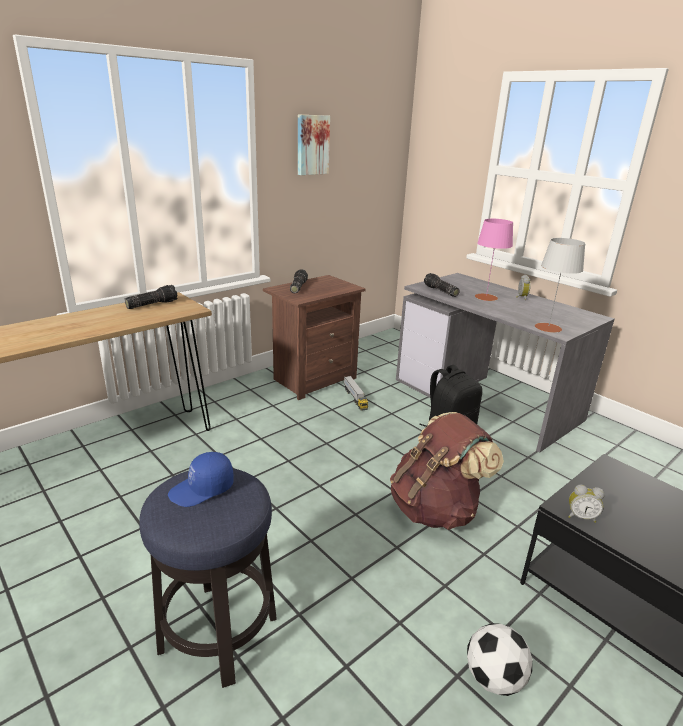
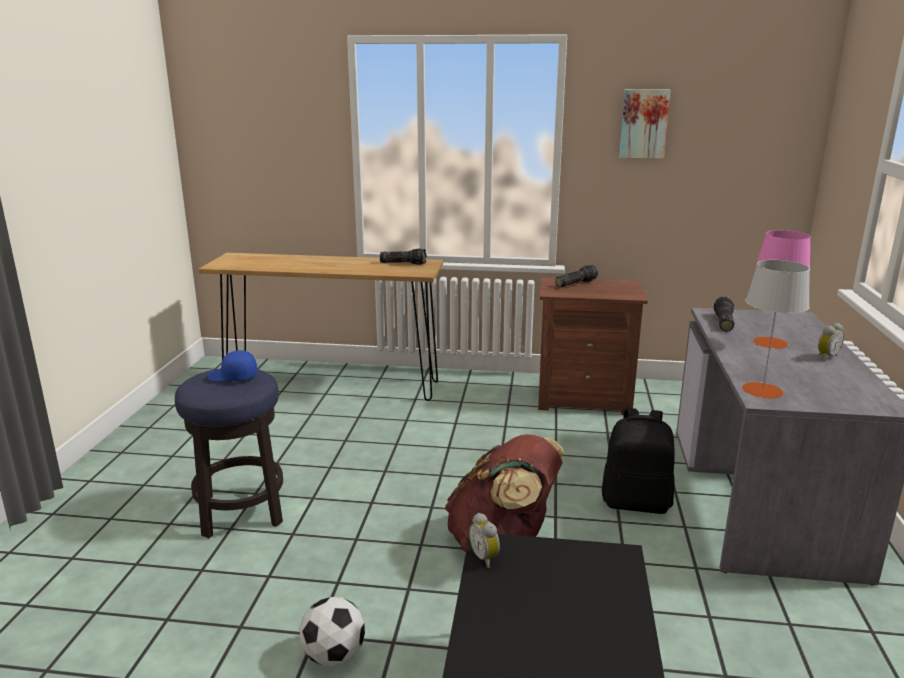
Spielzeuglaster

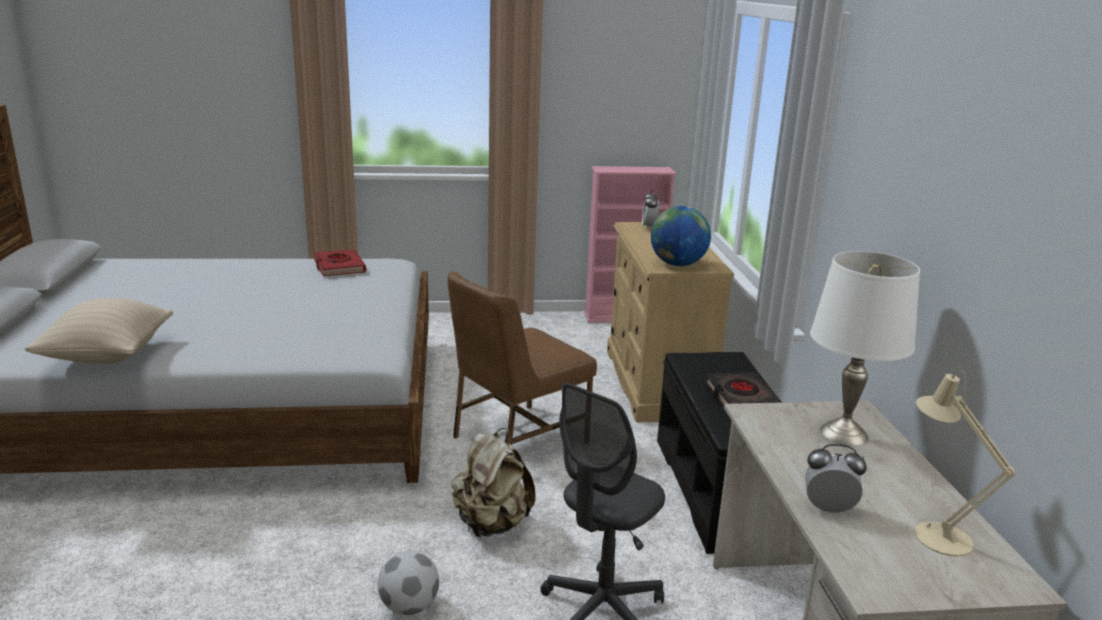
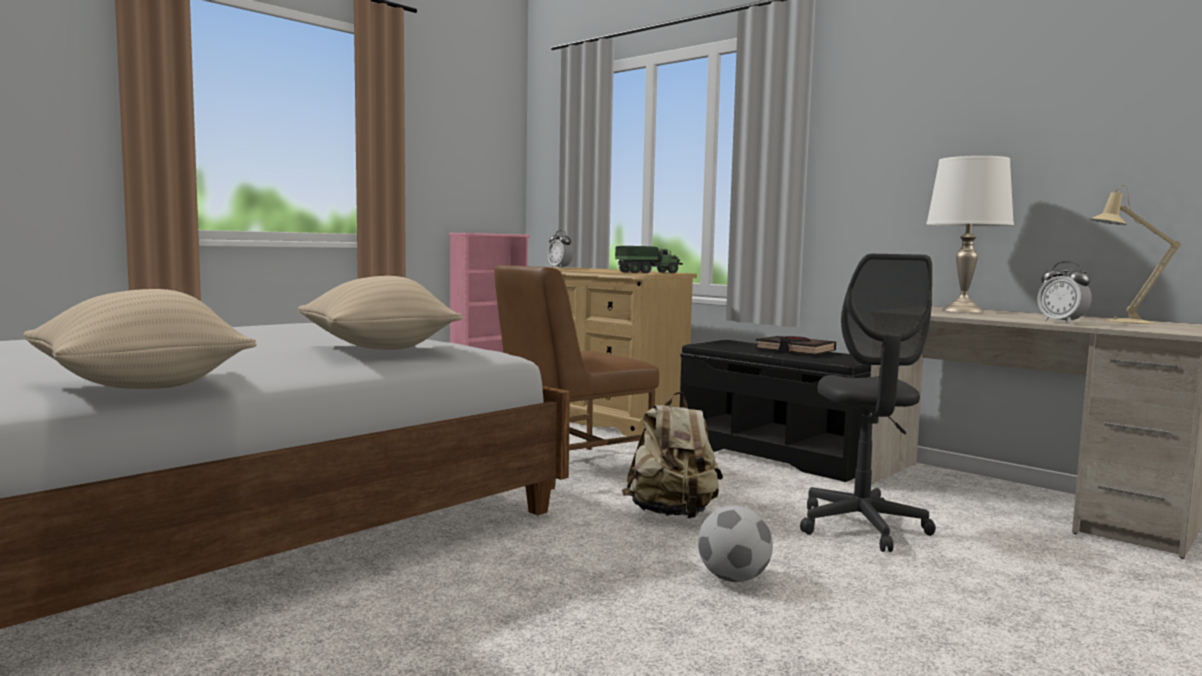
Spielzeuglaster; Buch (rot); Stuhl (braun); Wecker (2nd from left); Kissen (beige) (2nd from left)

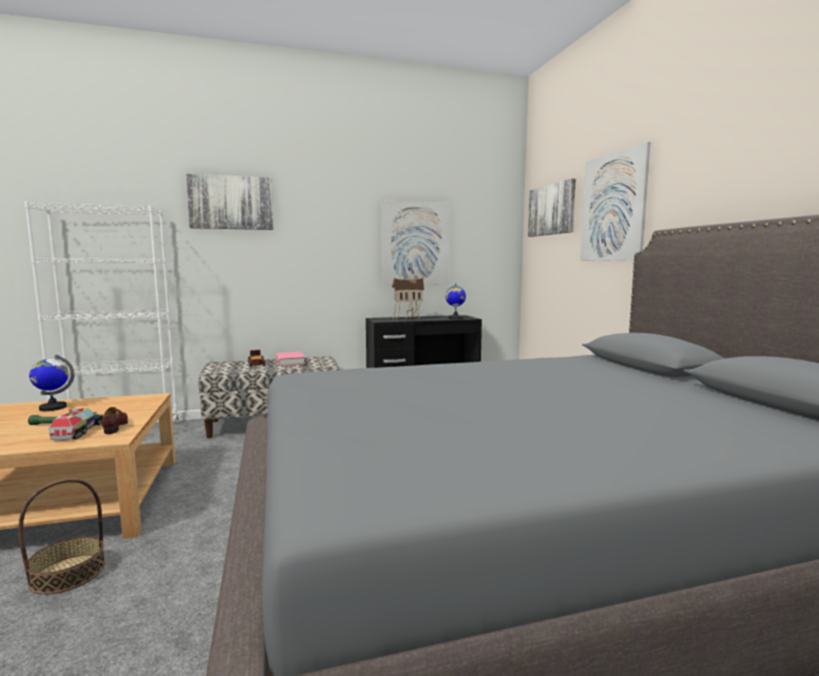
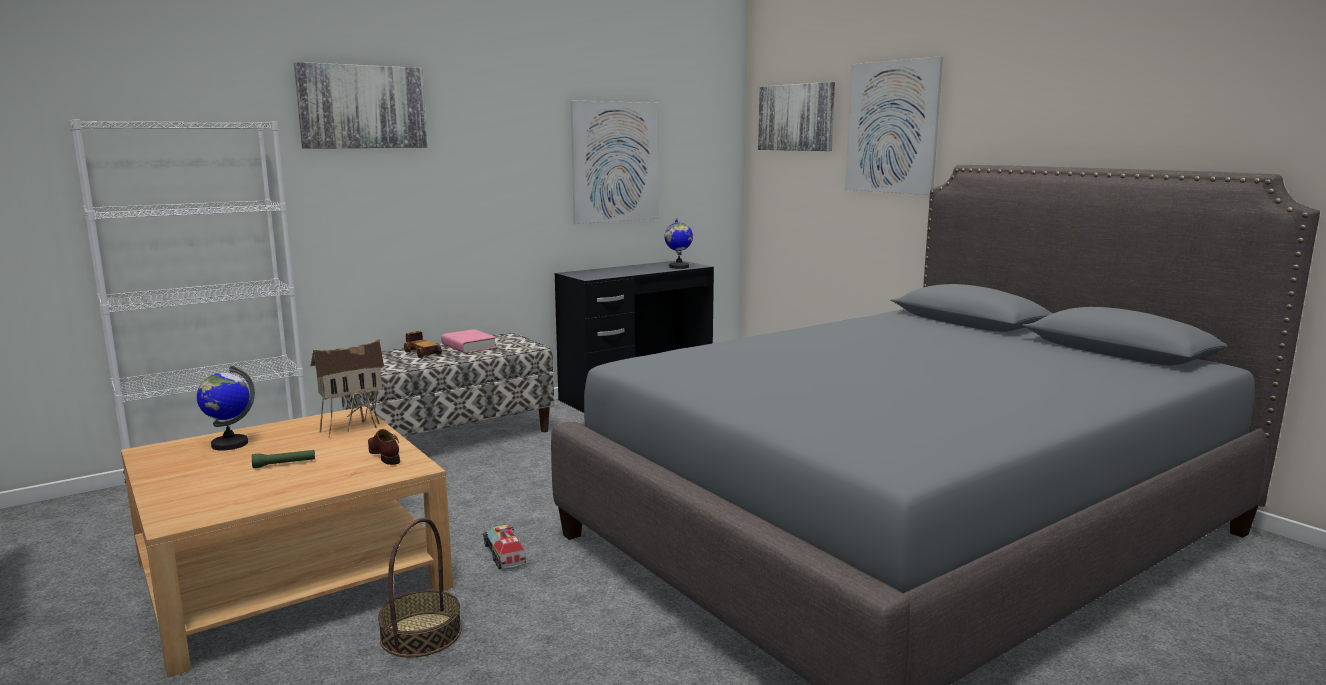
Spielzeughaus; Spielzeuglaster

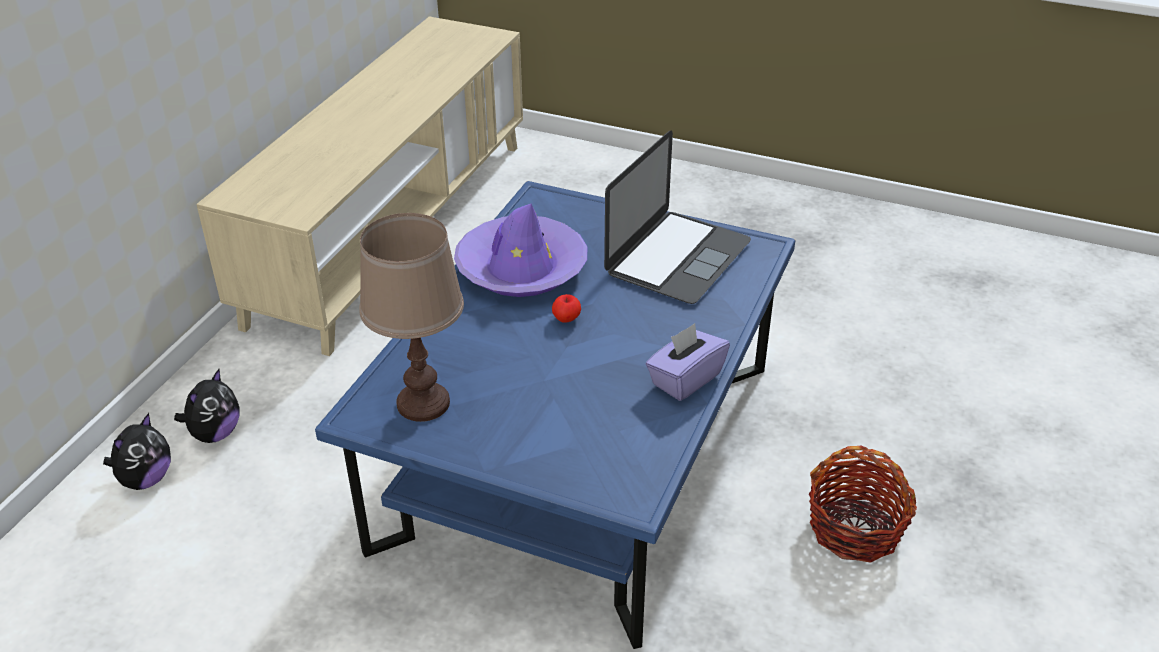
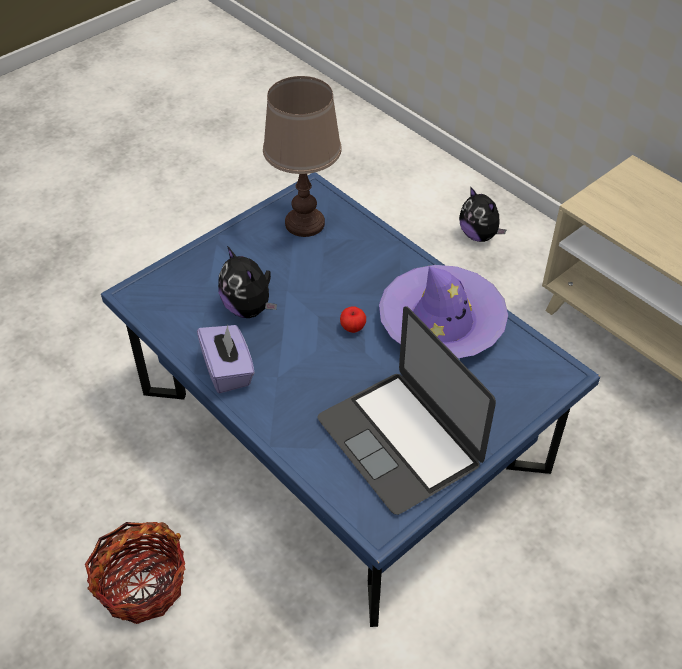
Plüschtier (1st from left)

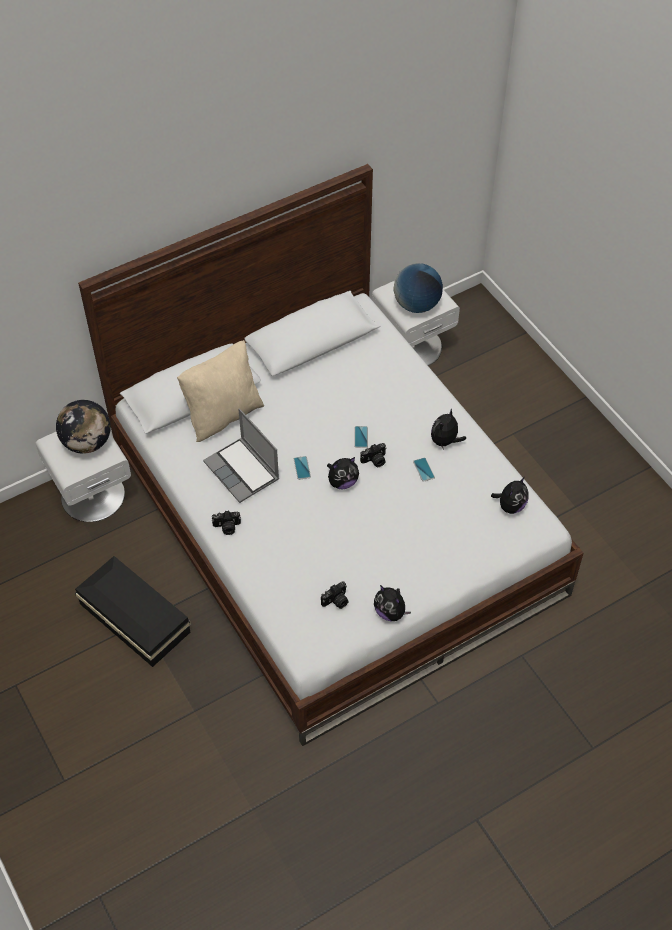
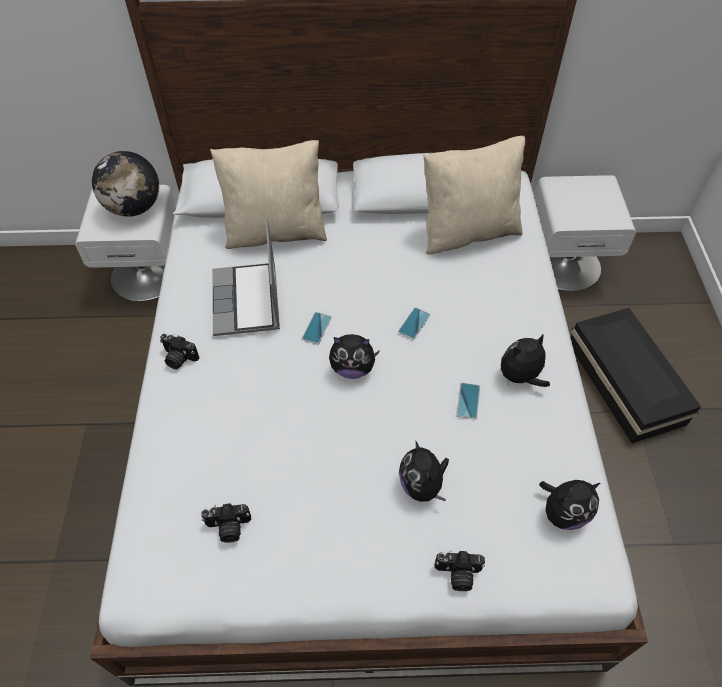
Globus (2nd from left in the first image); Kamera (3rd from left); Aufbewahrungsbox (schwarz); Plüschtier (2nd from left); Kissen (beige) (2nd from left)

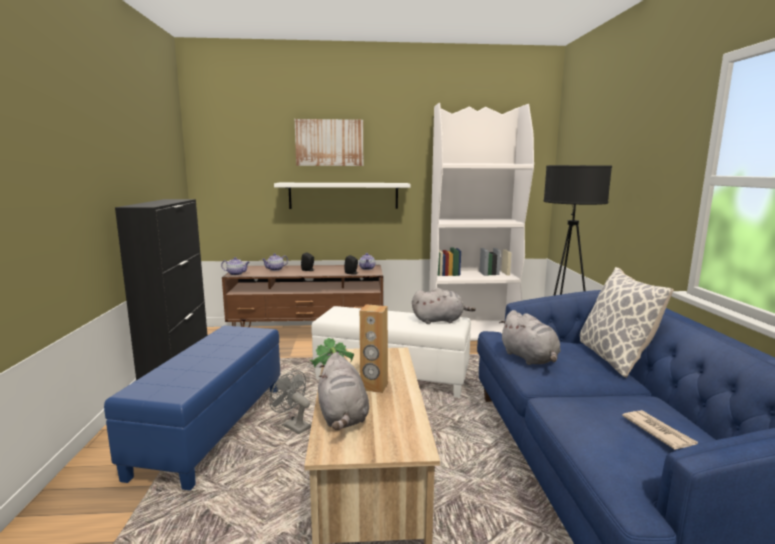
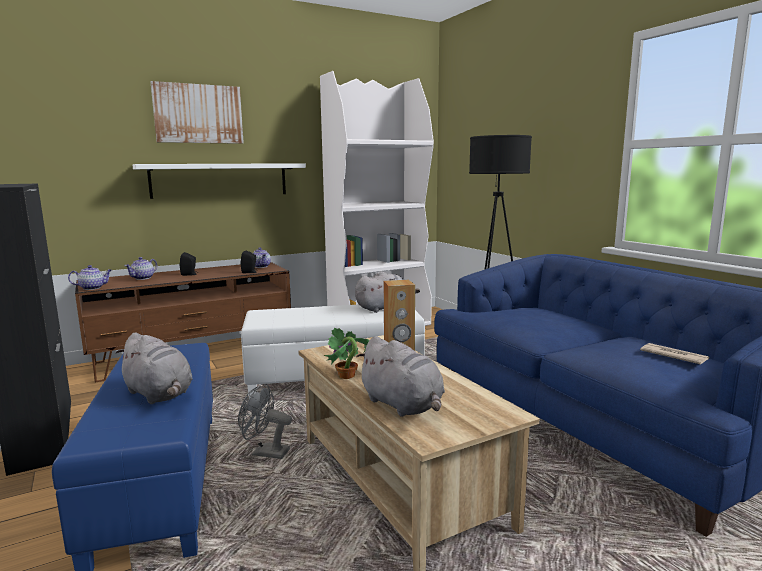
Kissen; Plüschtier (grau) (1st from left)

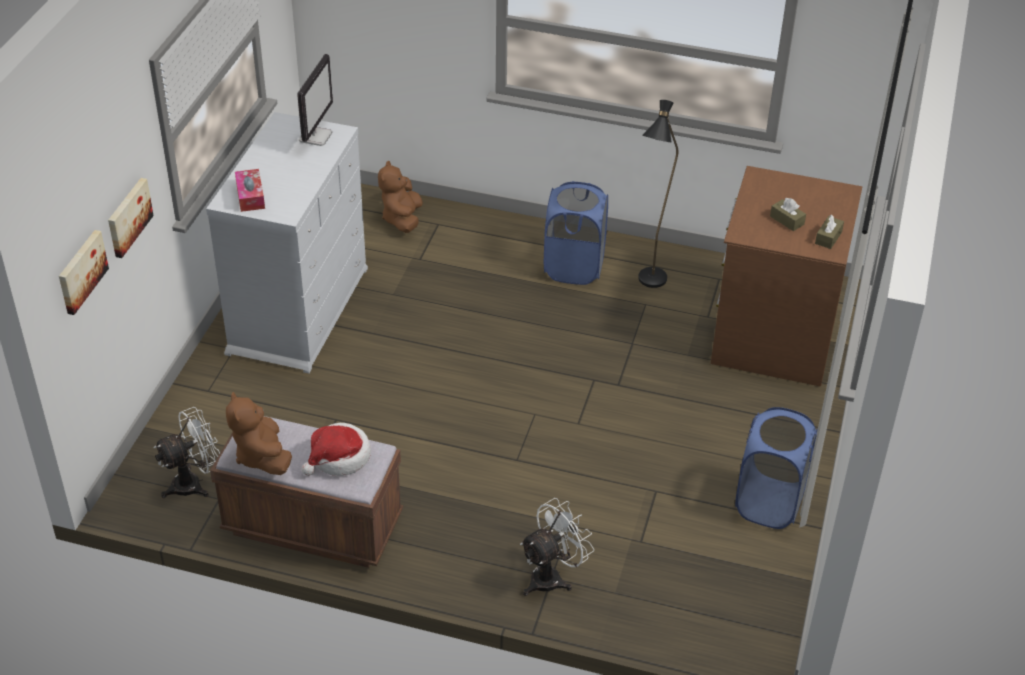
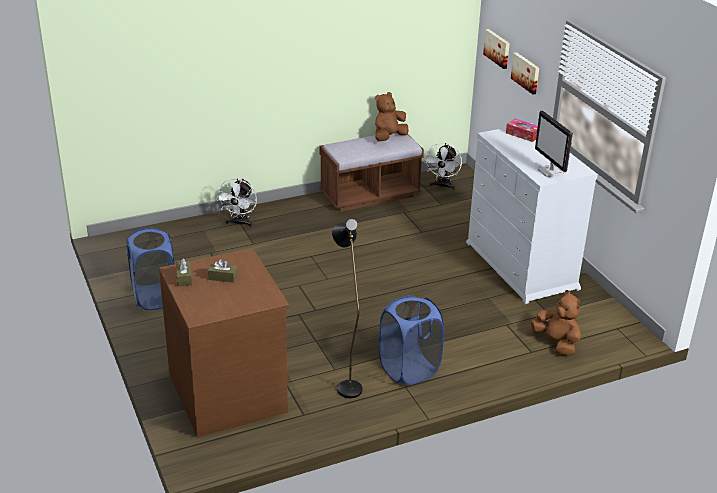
Plüschtier (braun) (1st from left); Hut

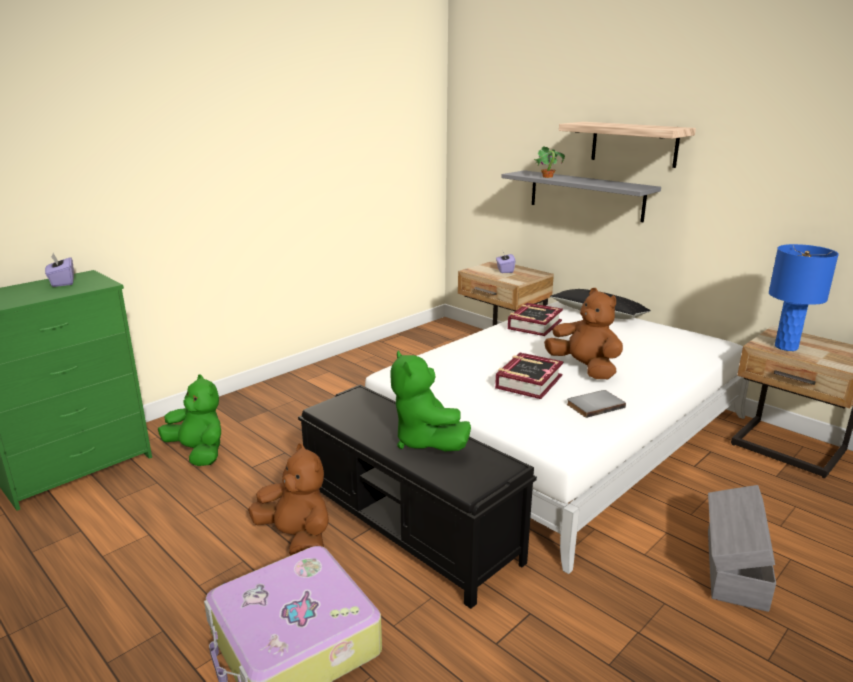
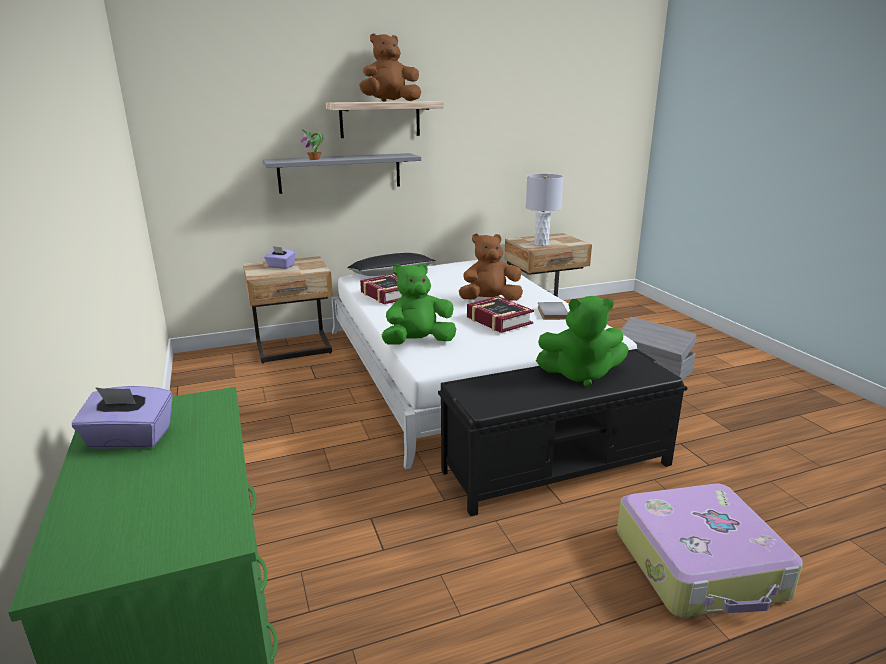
Tischlampe (grau); Plüschtier (grün) (1st from left); Plüschtier (braun) (1st from left)

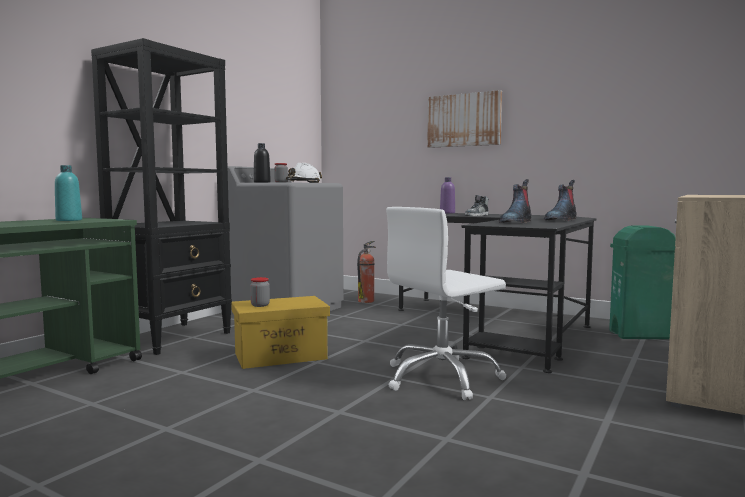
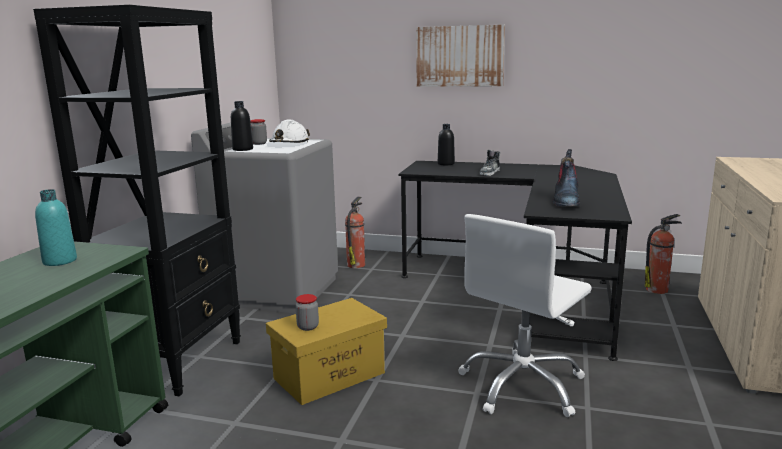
Flasche (schwarz) (2nd from left); Stiefel (2nd from left in the first image); Feuerlöscher (2nd from left)

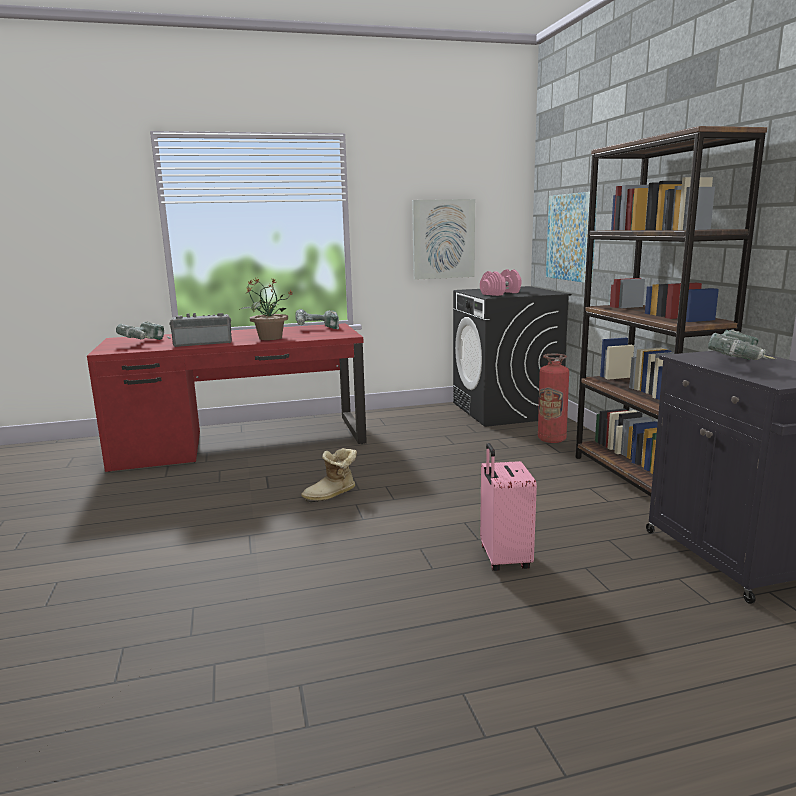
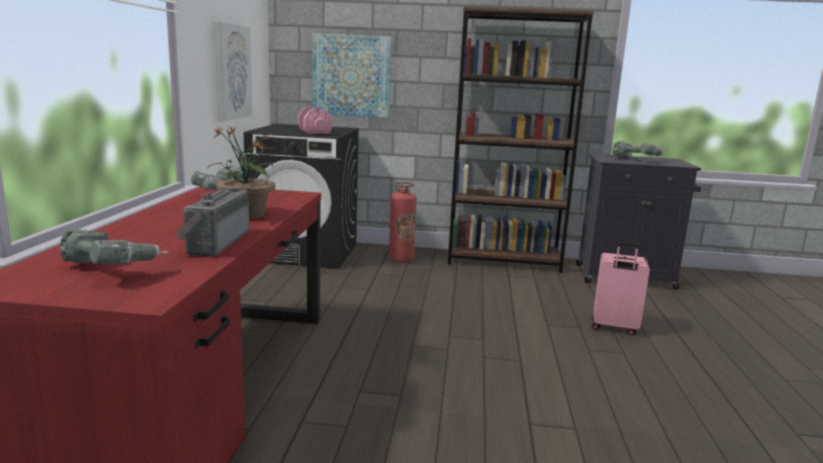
Stiefel

